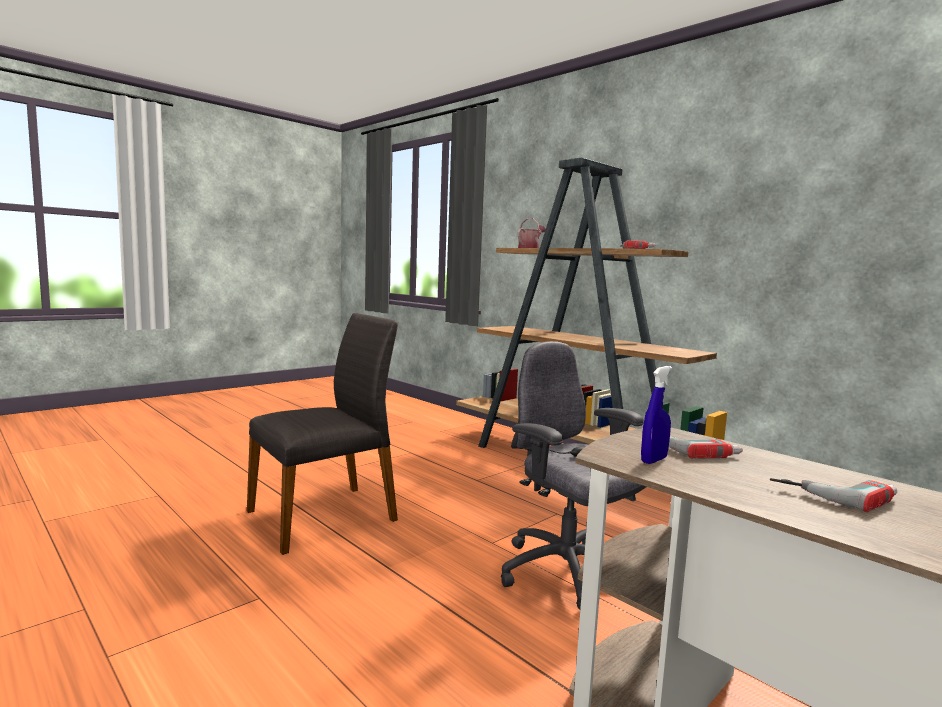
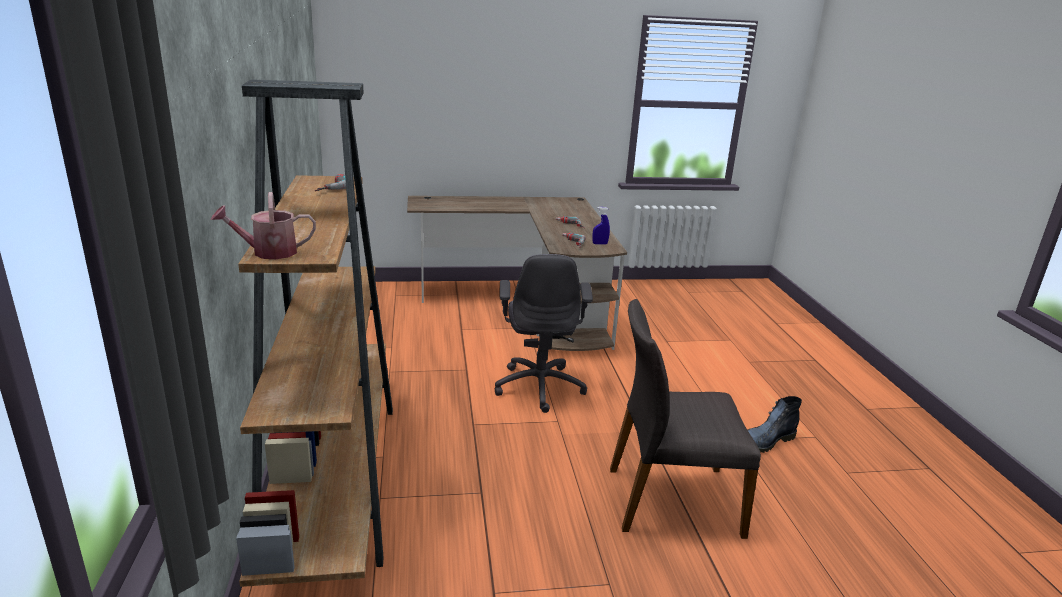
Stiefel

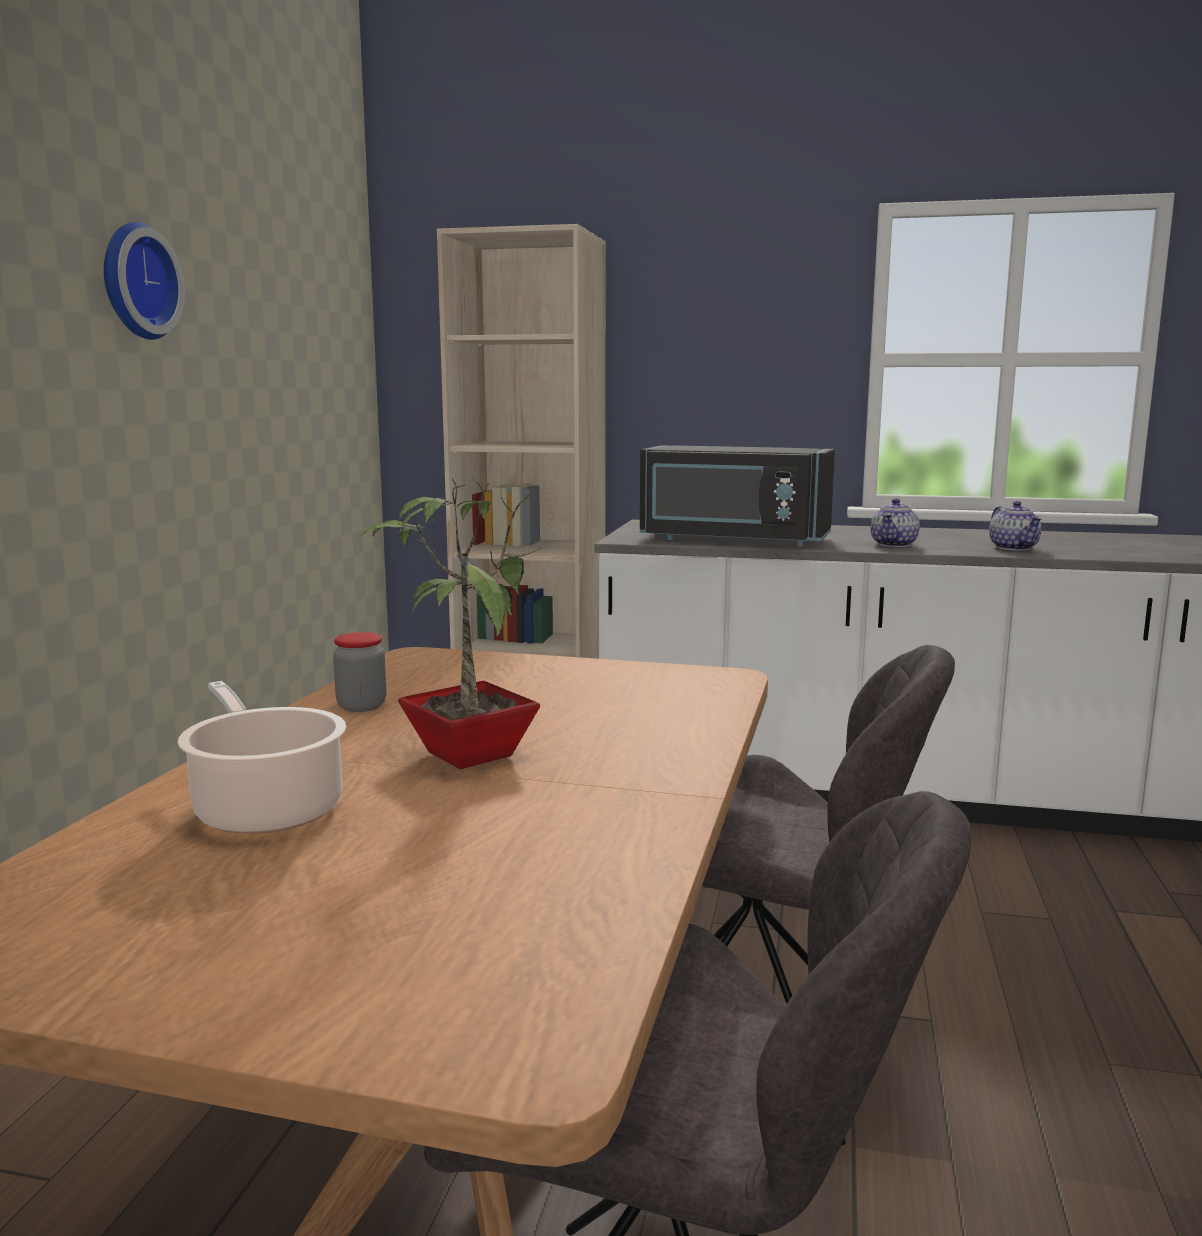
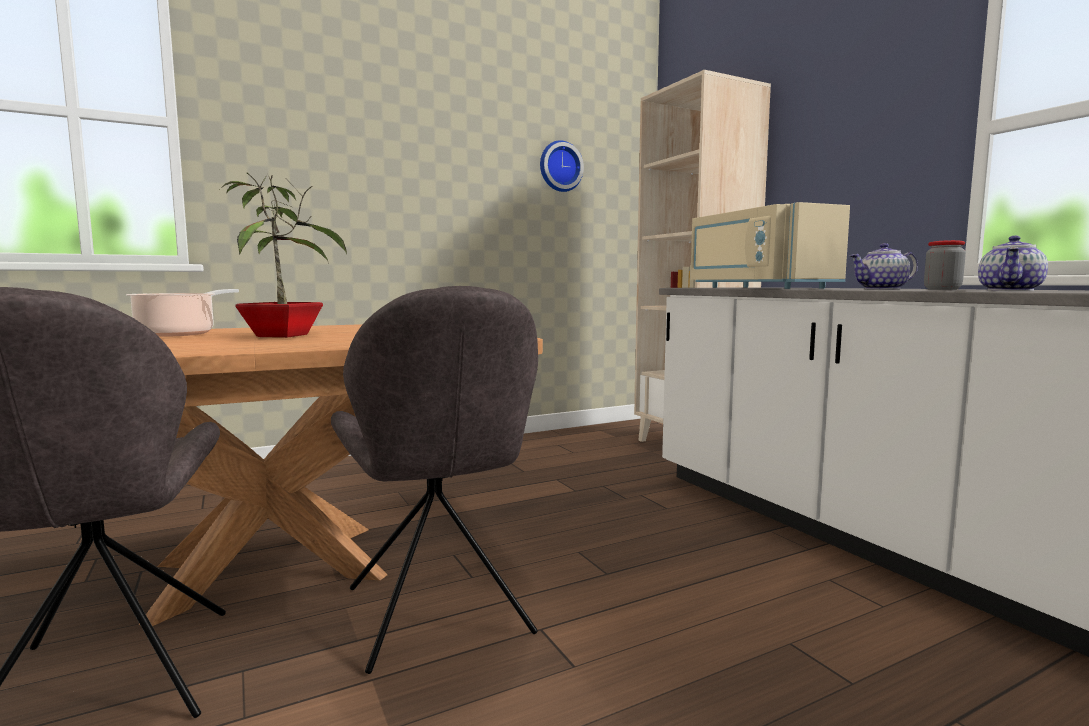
Wanduhr; Mikrowelle (beige); Vorratsglas

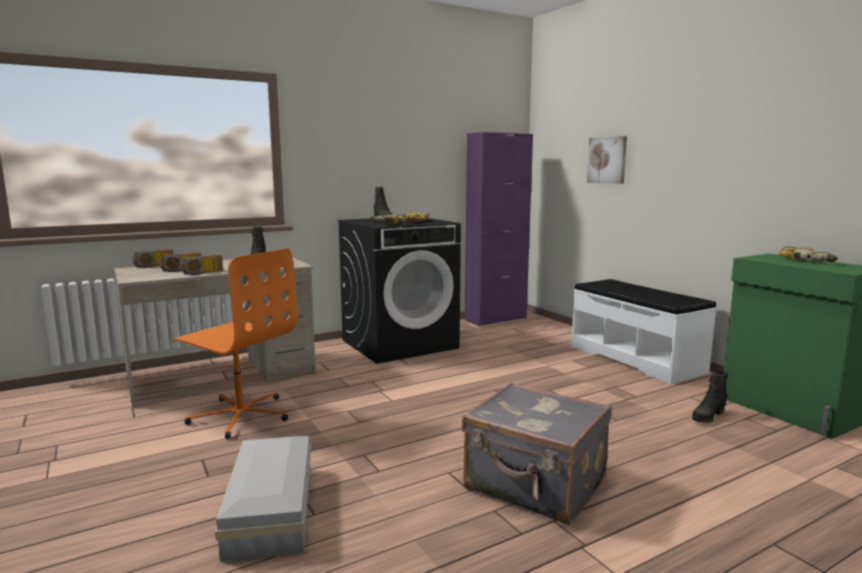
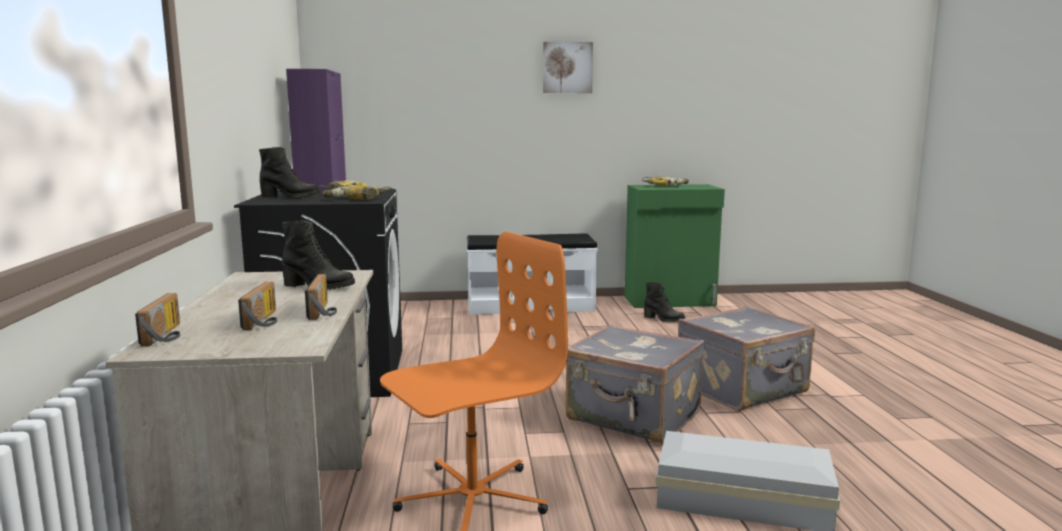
Bild; Stiefel (schwarz) (3rd from left); Koffer (grau) (1st from left)

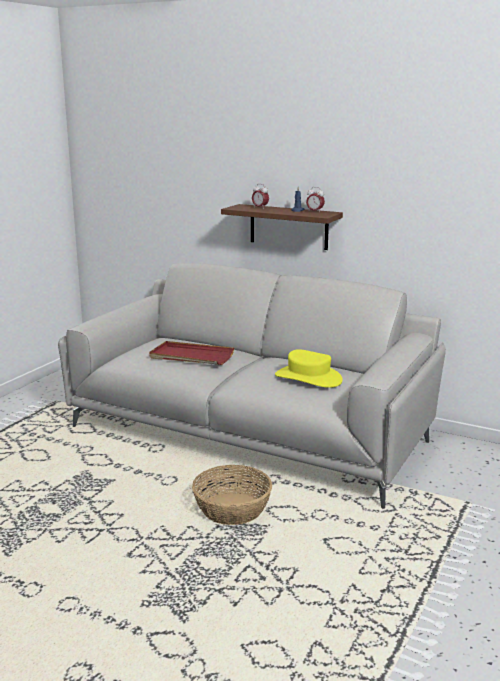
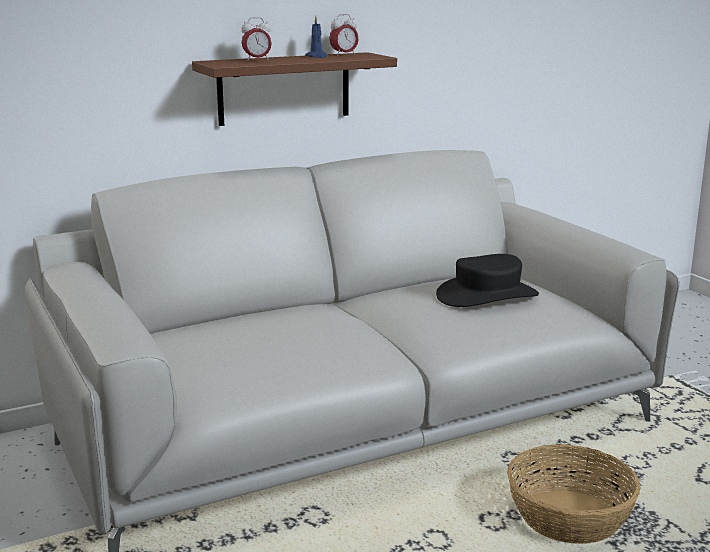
Tablett (rot); Hut (schwarz)

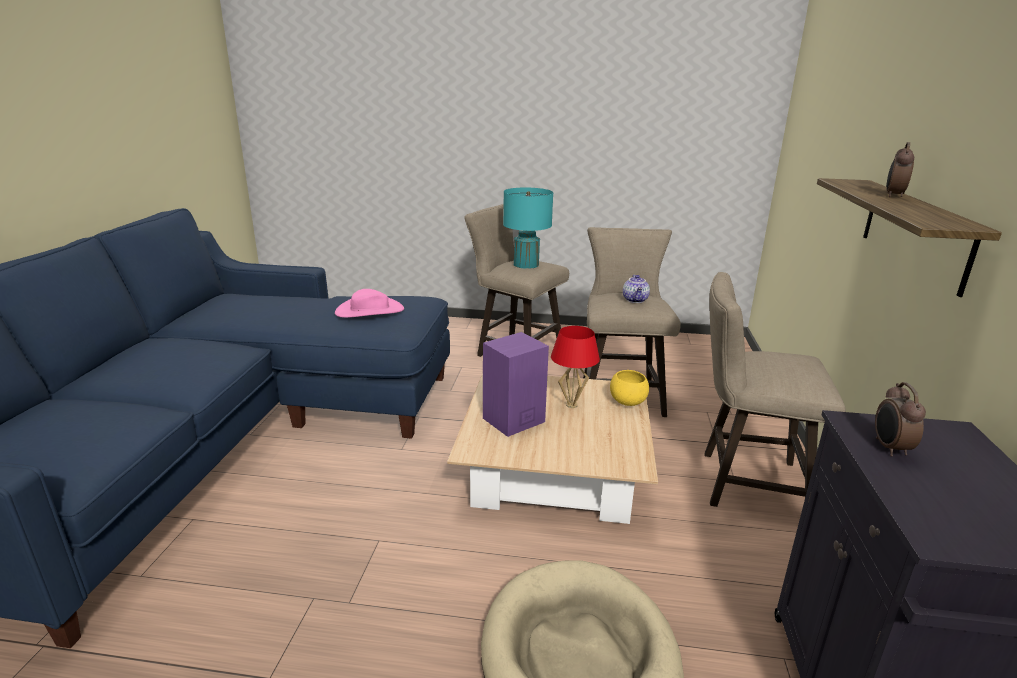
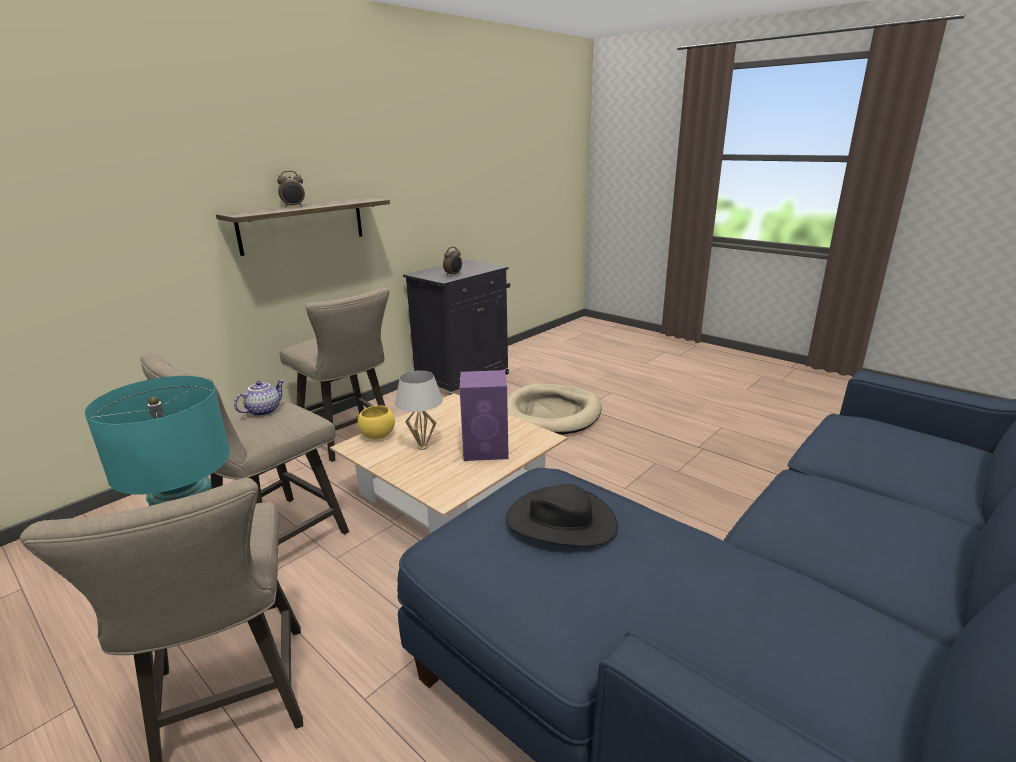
Hut (schwarz); Tischlampe (weiß)

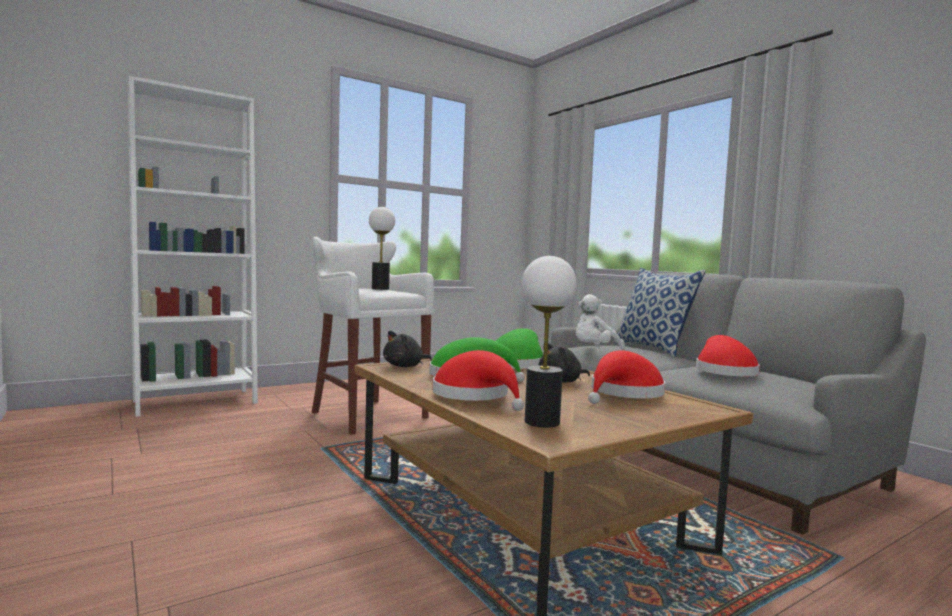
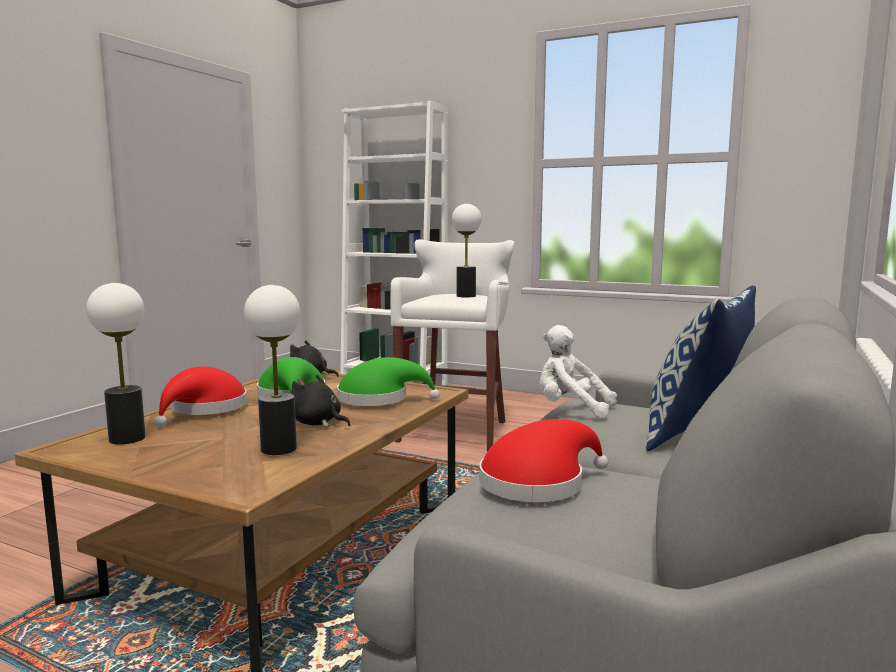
Tischlampe (2nd from left)

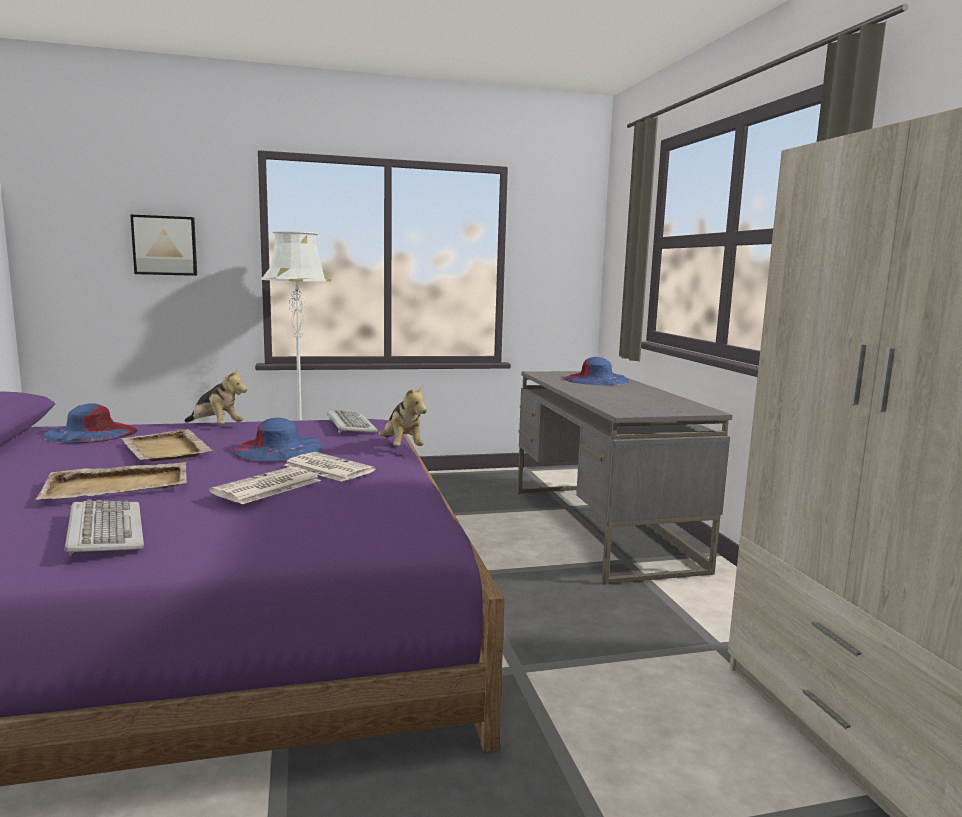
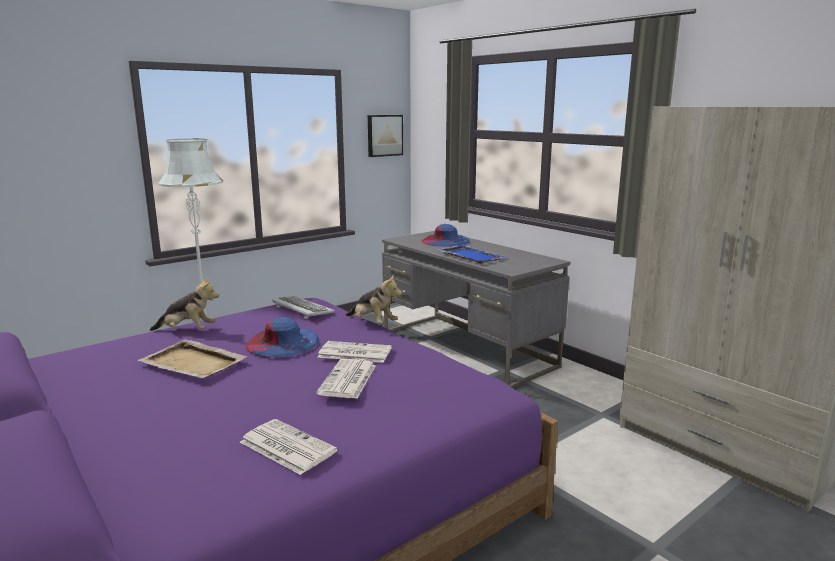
Bild; Hut (blau) (1st from left in the first image); Tablett (beige) (1st from left in the first image); Zeitung (1st from left); Tablett (blau)

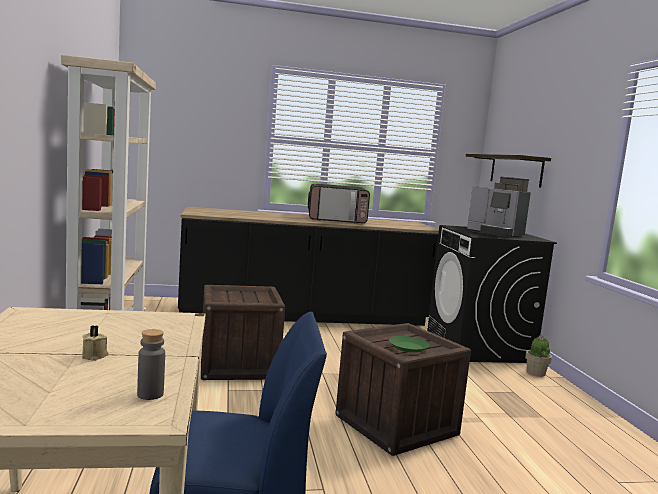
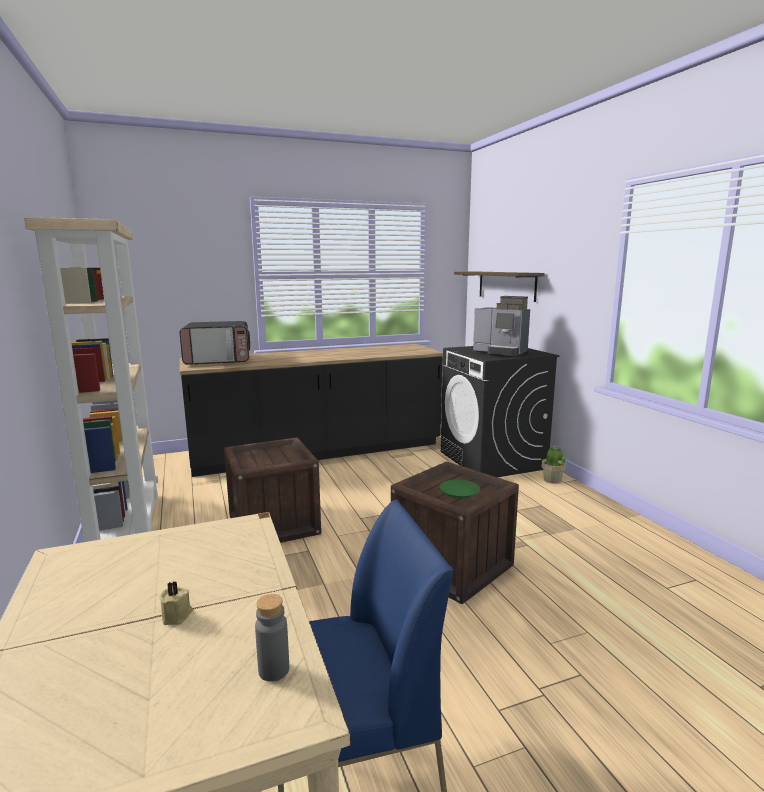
Mikrowelle

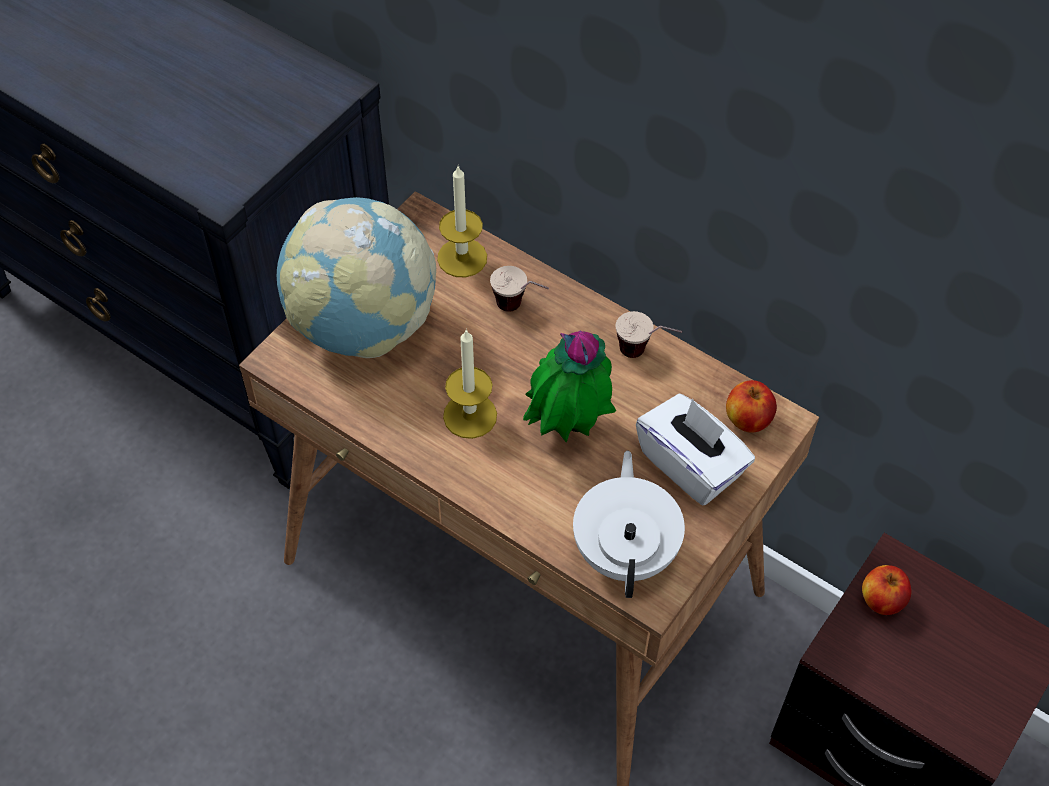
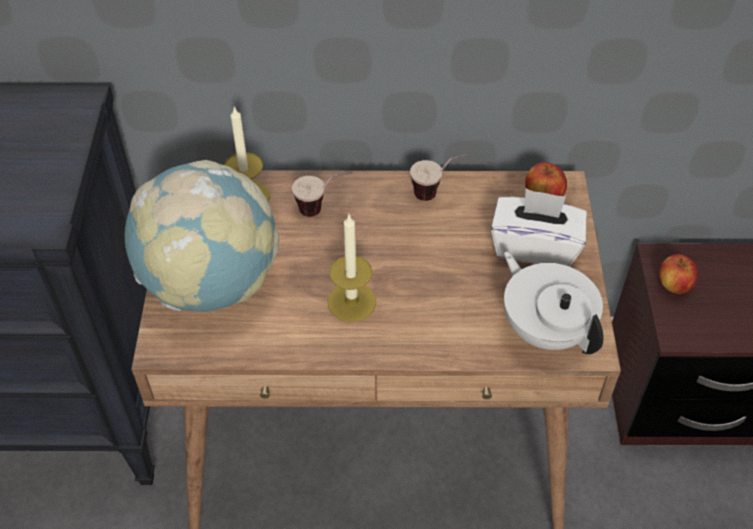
Topfpflanze

